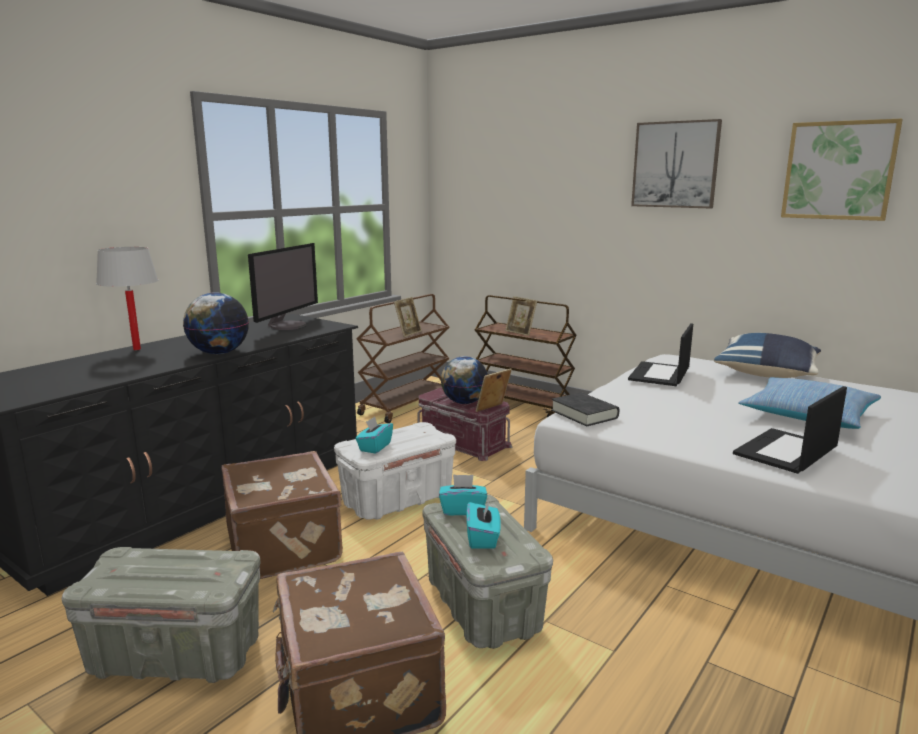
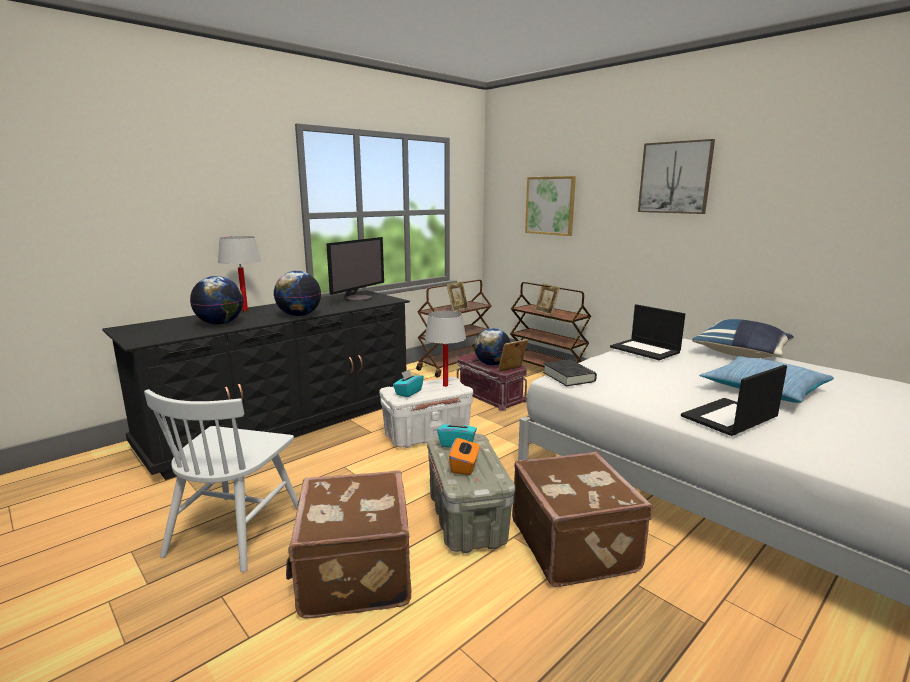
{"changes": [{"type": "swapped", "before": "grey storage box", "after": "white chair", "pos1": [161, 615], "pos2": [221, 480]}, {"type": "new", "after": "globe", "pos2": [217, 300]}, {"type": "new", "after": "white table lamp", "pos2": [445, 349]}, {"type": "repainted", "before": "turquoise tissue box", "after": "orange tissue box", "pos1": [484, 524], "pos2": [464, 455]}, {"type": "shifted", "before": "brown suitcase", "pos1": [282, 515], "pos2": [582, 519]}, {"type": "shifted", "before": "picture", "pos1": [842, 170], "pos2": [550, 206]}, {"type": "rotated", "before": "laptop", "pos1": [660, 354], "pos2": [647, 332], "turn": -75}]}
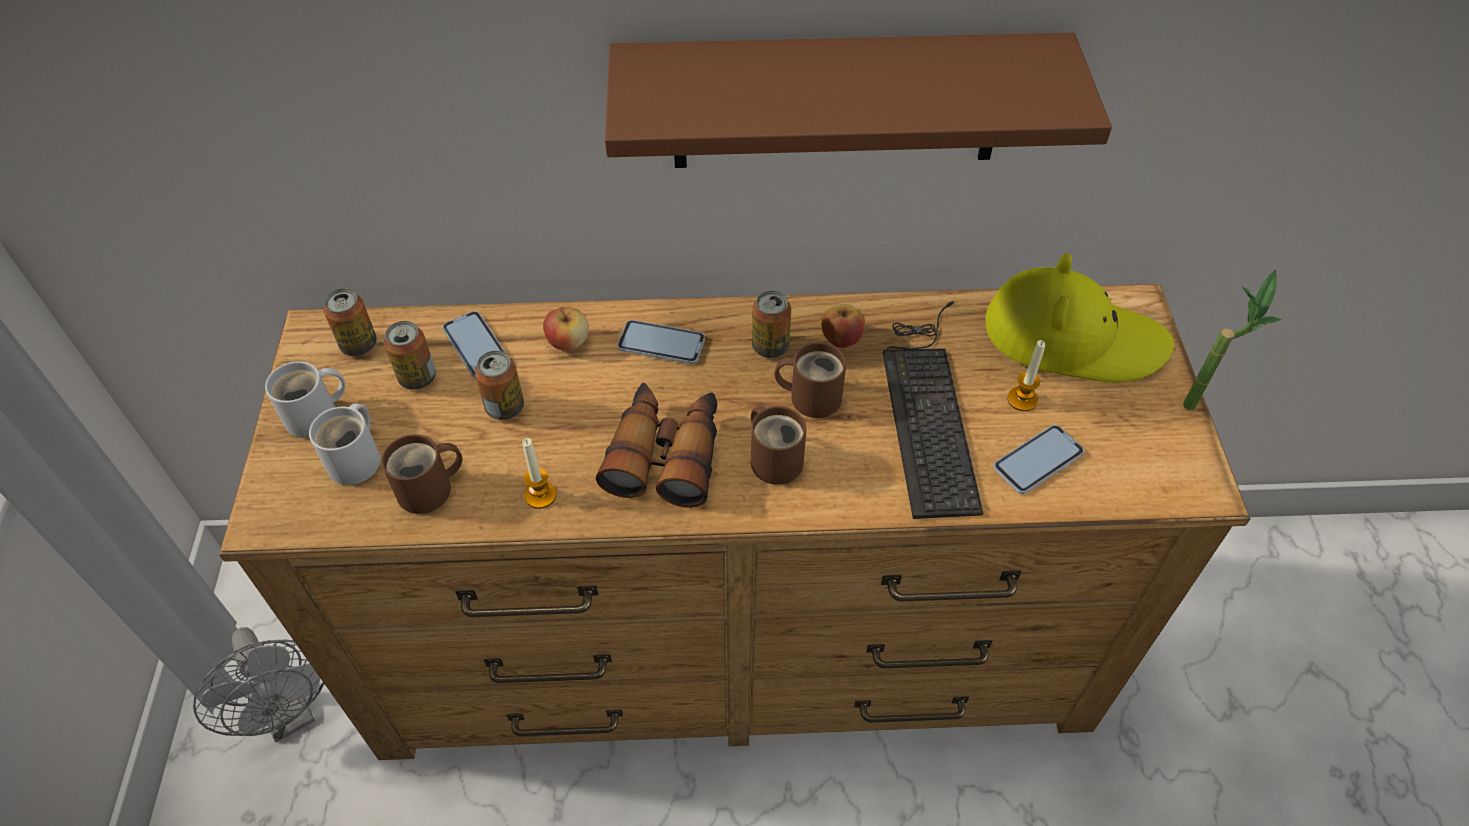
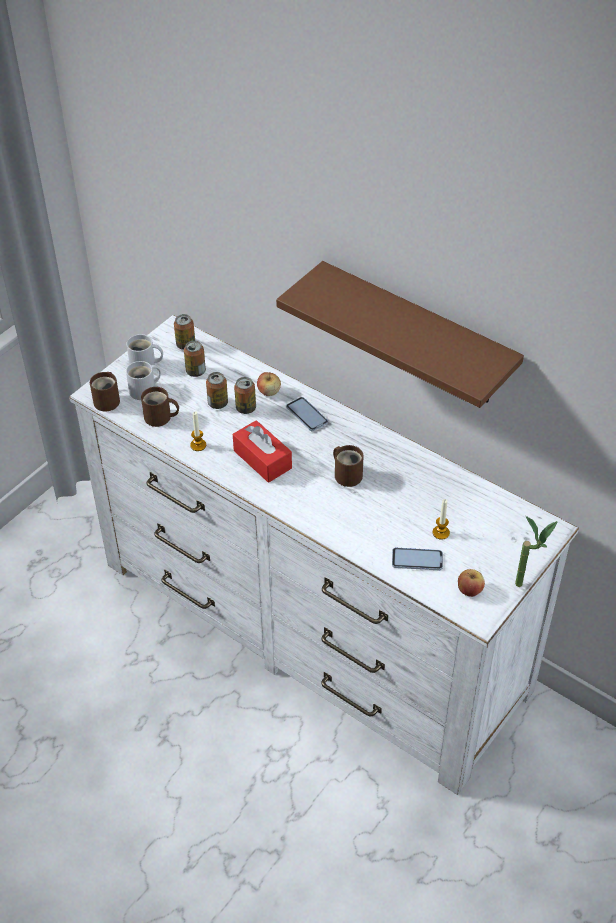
{"changes": [{"type": "repainted", "before": "brown dresser", "after": "white dresser", "pos1": [734, 522], "pos2": [324, 555]}, {"type": "shifted", "before": "brown mug", "pos1": [778, 445], "pos2": [105, 392]}, {"type": "swapped", "before": "binoculars", "after": "red tissue box", "pos1": [656, 445], "pos2": [262, 451]}, {"type": "shifted", "before": "can", "pos1": [771, 324], "pos2": [245, 395]}, {"type": "shifted", "before": "apple", "pos1": [843, 326], "pos2": [471, 583]}, {"type": "gone", "before": "grey fan", "pos1": [258, 684]}, {"type": "gone", "before": "phone", "pos1": [475, 344]}, {"type": "gone", "before": "keyboard", "pos1": [932, 410]}, {"type": "gone", "before": "yellow hat", "pos1": [1079, 318]}]}
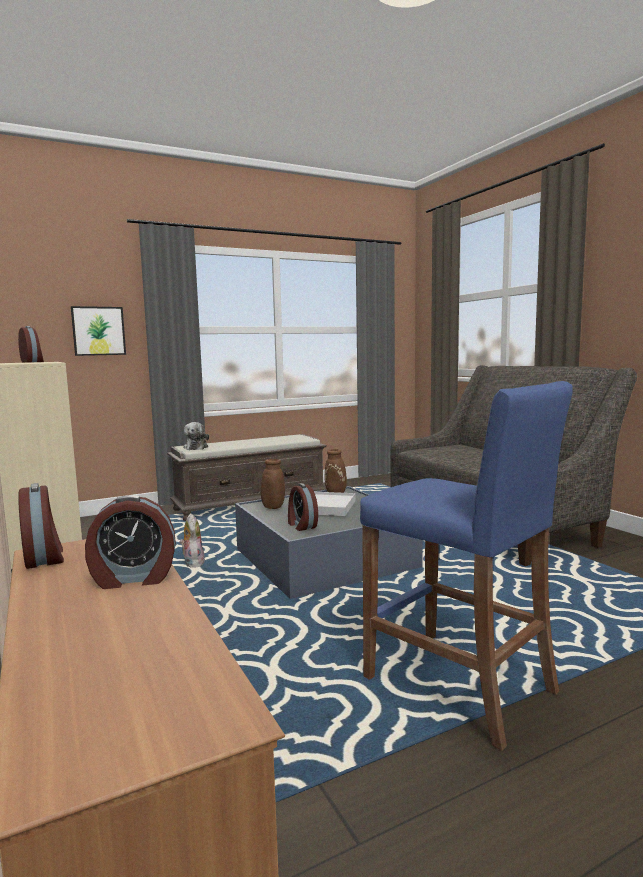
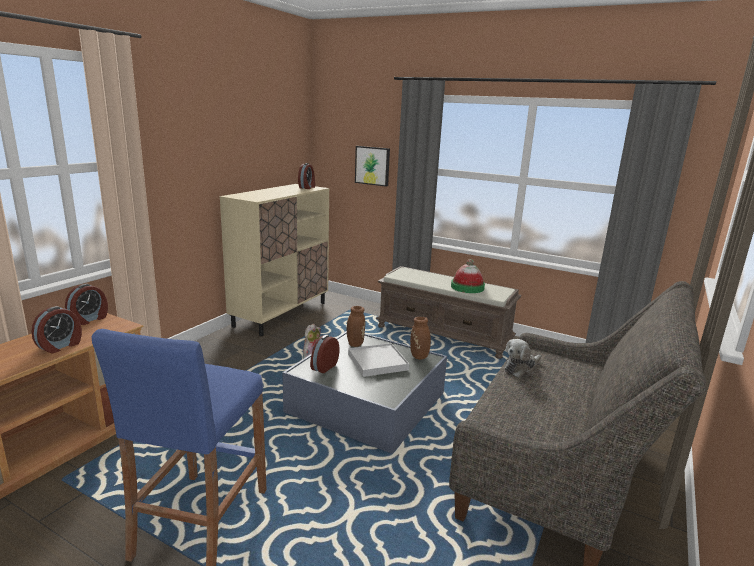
{"changes": [{"type": "rotated", "before": "alarm clock", "pos1": [130, 542], "pos2": [56, 330], "turn": -105}, {"type": "new", "after": "hat", "pos2": [468, 276]}, {"type": "shifted", "before": "plush toy", "pos1": [196, 436], "pos2": [522, 358]}]}
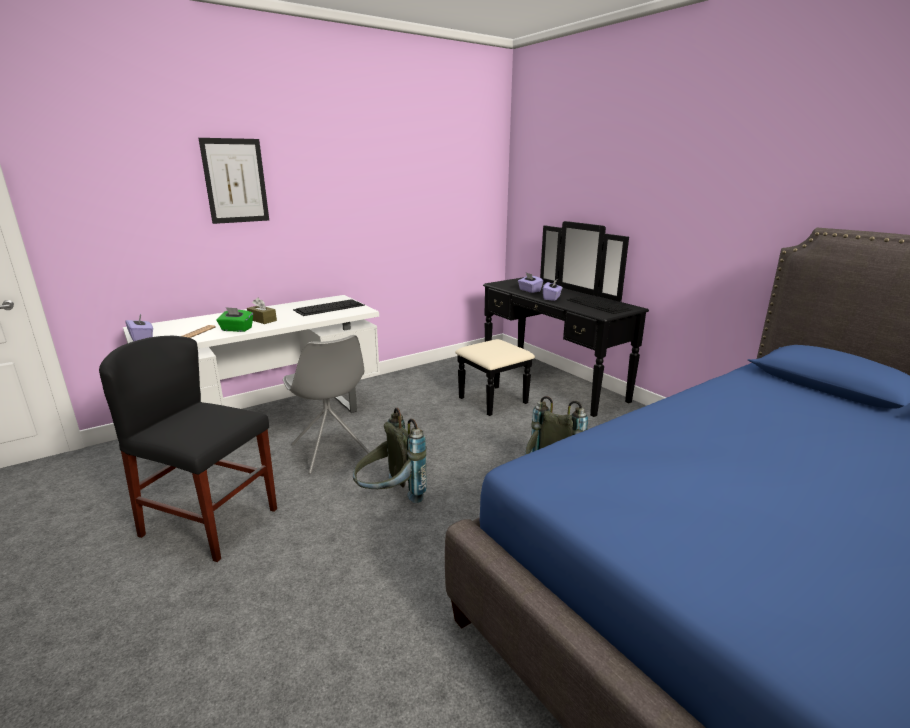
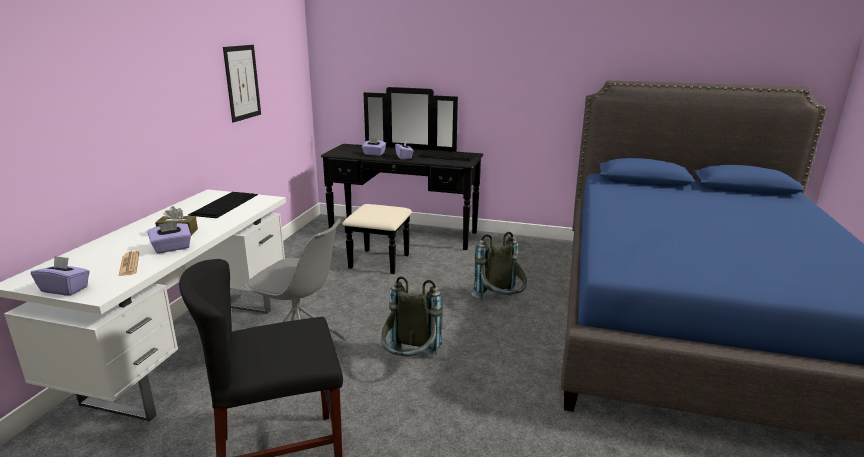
{"changes": [{"type": "repainted", "before": "green tissue box", "after": "purple tissue box", "pos1": [234, 319], "pos2": [169, 238]}, {"type": "shifted", "before": "picture", "pos1": [233, 181], "pos2": [242, 84]}]}
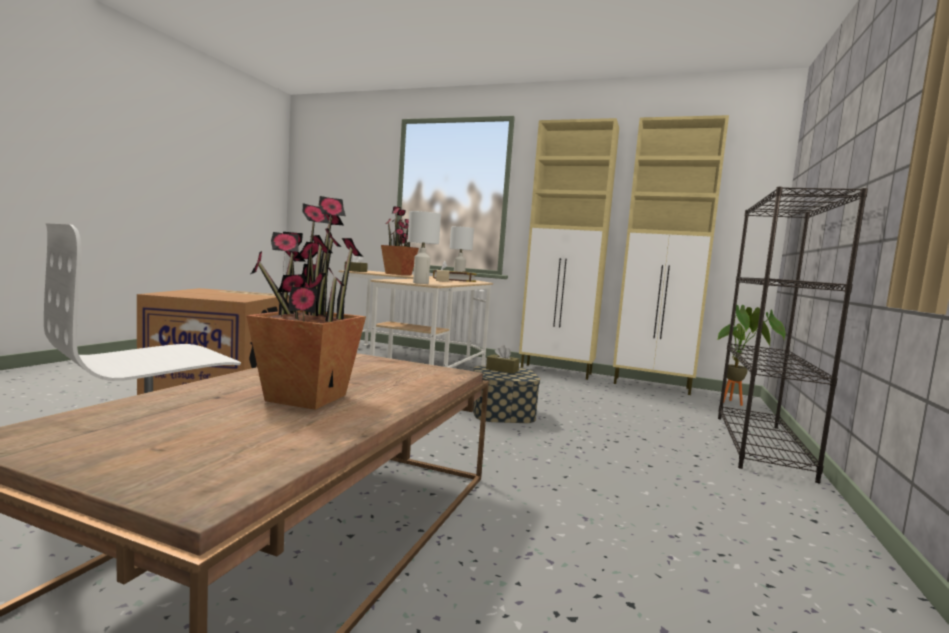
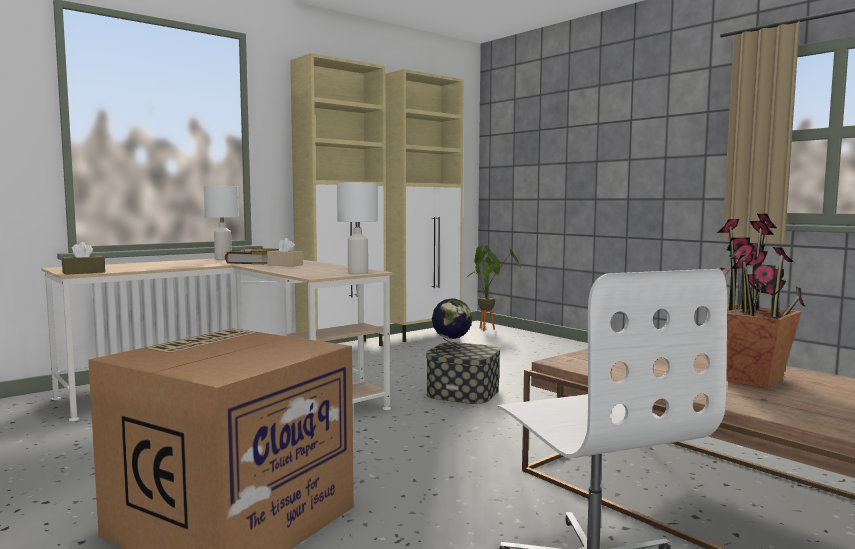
{"changes": [{"type": "swapped", "before": "brown tissue box", "after": "globe", "pos1": [503, 359], "pos2": [452, 325]}, {"type": "gone", "before": "potted plant", "pos1": [400, 240]}, {"type": "gone", "before": "black bookcase", "pos1": [793, 335]}]}
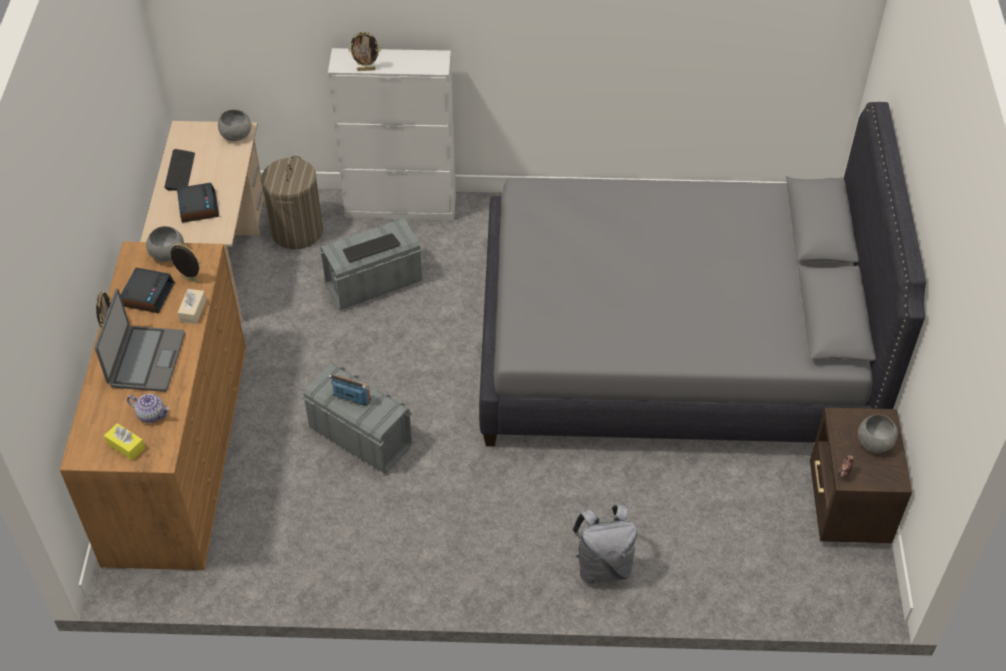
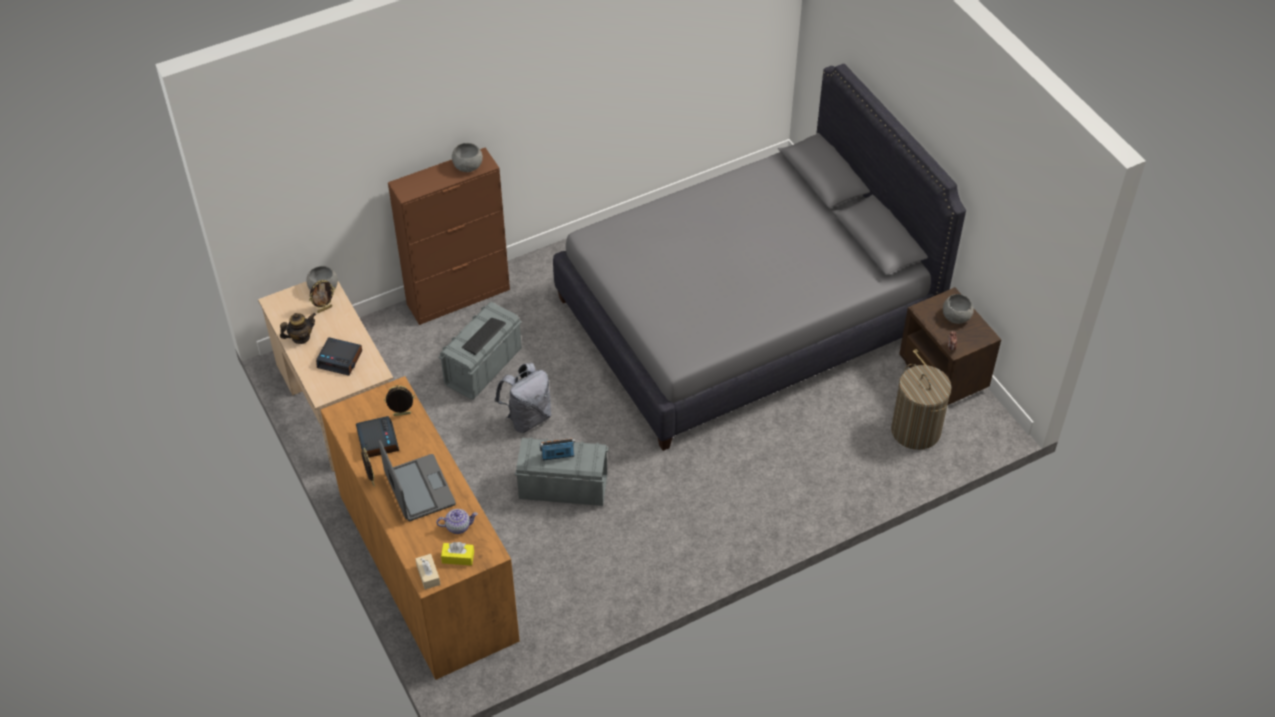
{"changes": [{"type": "swapped", "before": "keyboard", "after": "teapot", "pos1": [179, 170], "pos2": [298, 328]}, {"type": "shifted", "before": "picture frame", "pos1": [364, 51], "pos2": [322, 296]}, {"type": "rotated", "before": "alarm clock", "pos1": [198, 203], "pos2": [339, 356], "turn": 150}, {"type": "repainted", "before": "white cabinet", "after": "brown cabinet", "pos1": [392, 134], "pos2": [449, 236]}, {"type": "shifted", "before": "beige tissue box", "pos1": [192, 306], "pos2": [427, 571]}, {"type": "shifted", "before": "grey bowl", "pos1": [165, 244], "pos2": [467, 157]}, {"type": "shifted", "before": "grey backpack", "pos1": [604, 544], "pos2": [523, 398]}, {"type": "shifted", "before": "laundry basket", "pos1": [292, 202], "pos2": [921, 407]}]}
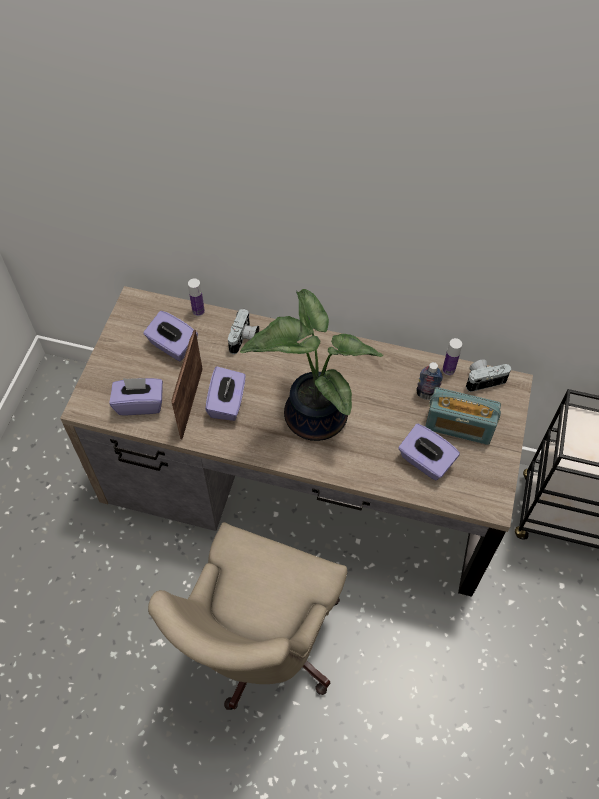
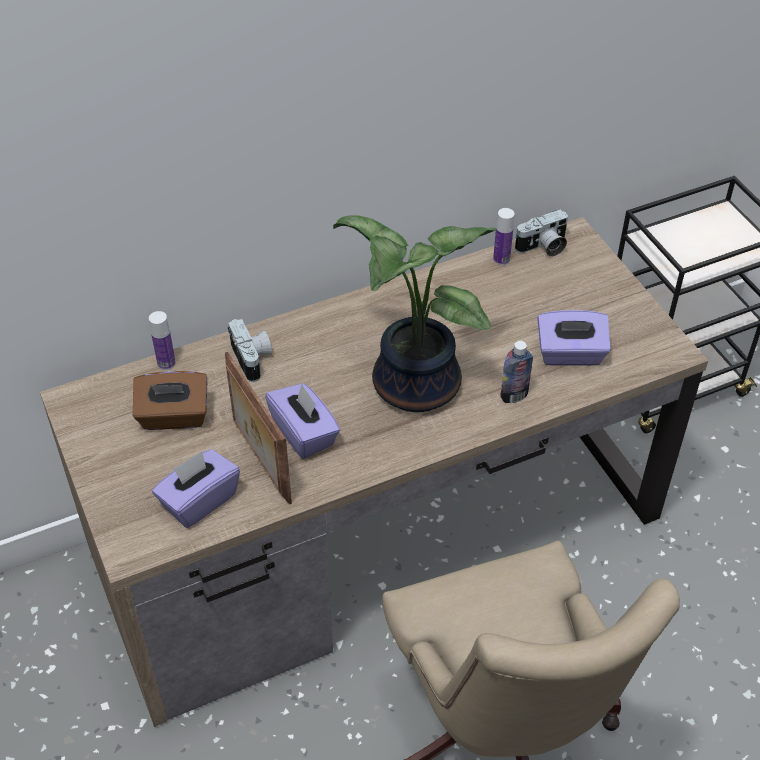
{"changes": [{"type": "repainted", "before": "purple tissue box", "after": "brown tissue box", "pos1": [171, 336], "pos2": [170, 400]}, {"type": "shifted", "before": "bottle", "pos1": [429, 381], "pos2": [516, 372]}, {"type": "rotated", "before": "photo camera", "pos1": [488, 375], "pos2": [541, 233], "turn": -150}, {"type": "gone", "before": "radio", "pos1": [463, 416]}]}
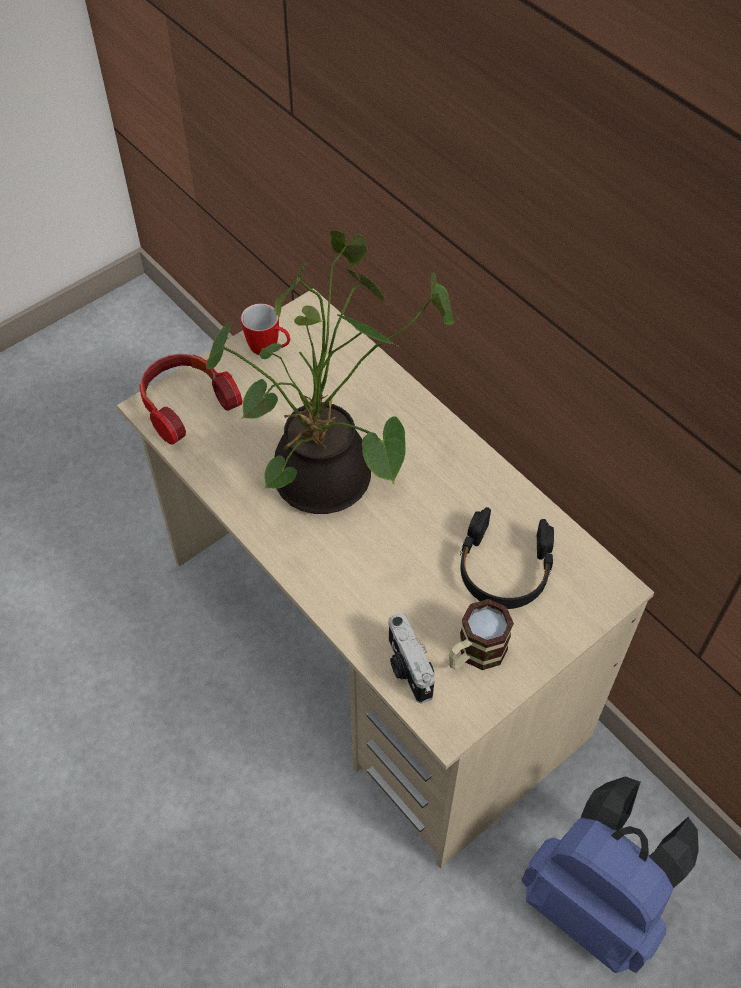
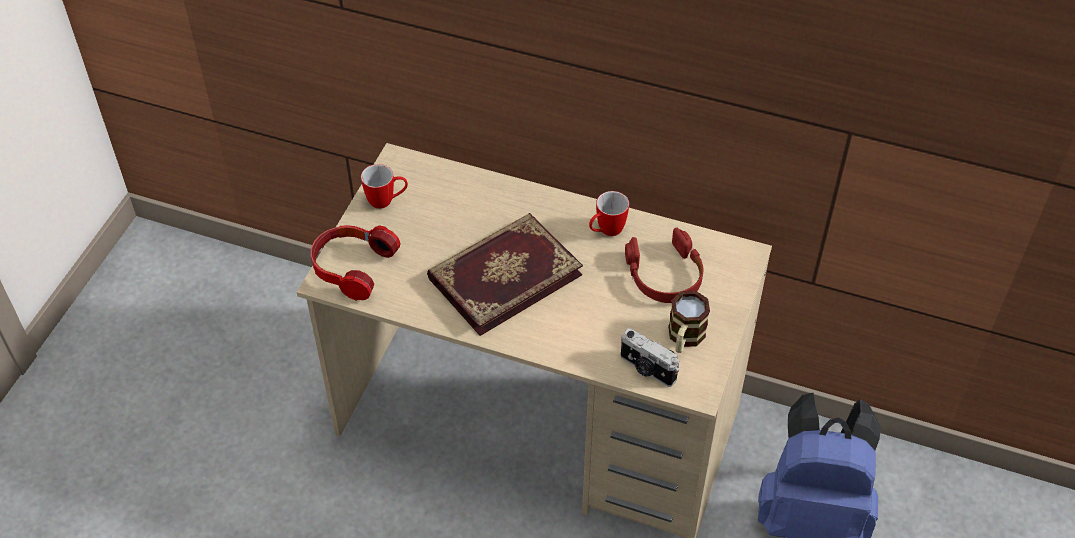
{"changes": [{"type": "swapped", "before": "potted plant", "after": "book", "pos1": [330, 372], "pos2": [505, 274]}, {"type": "new", "after": "mug", "pos2": [609, 213]}, {"type": "repainted", "before": "black headphones", "after": "red headphones", "pos1": [507, 558], "pos2": [664, 265]}]}
